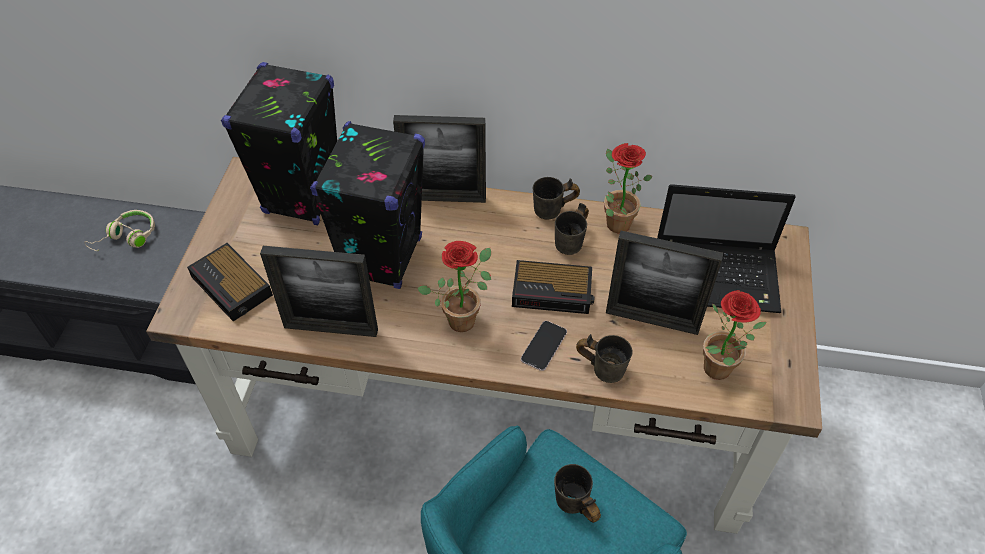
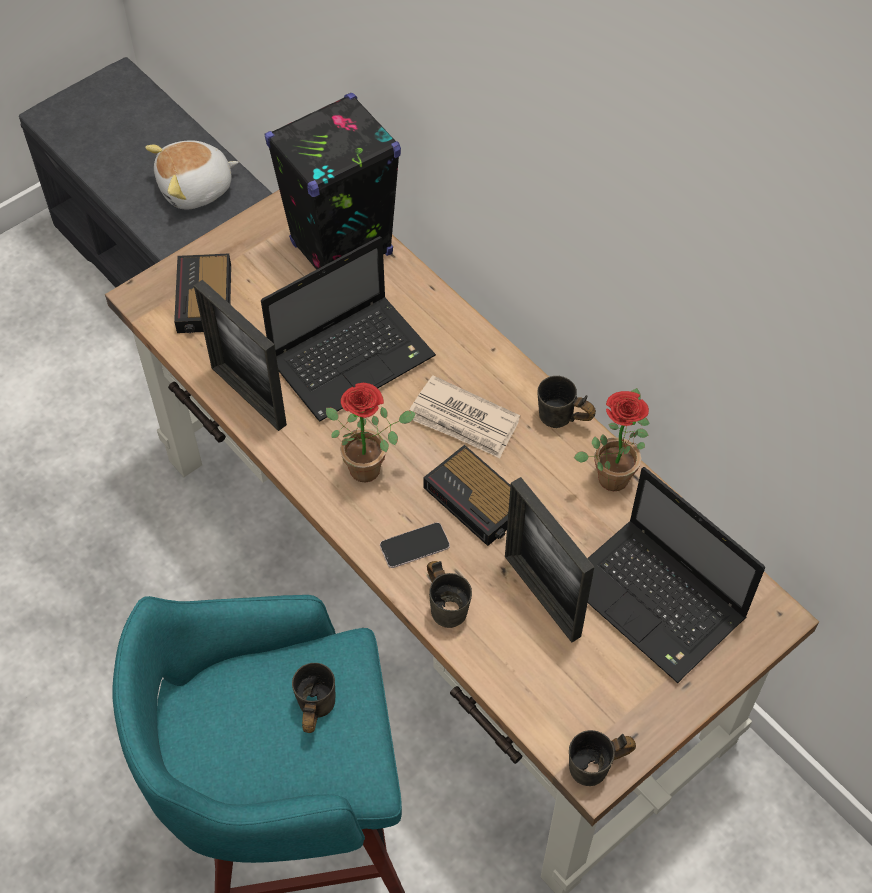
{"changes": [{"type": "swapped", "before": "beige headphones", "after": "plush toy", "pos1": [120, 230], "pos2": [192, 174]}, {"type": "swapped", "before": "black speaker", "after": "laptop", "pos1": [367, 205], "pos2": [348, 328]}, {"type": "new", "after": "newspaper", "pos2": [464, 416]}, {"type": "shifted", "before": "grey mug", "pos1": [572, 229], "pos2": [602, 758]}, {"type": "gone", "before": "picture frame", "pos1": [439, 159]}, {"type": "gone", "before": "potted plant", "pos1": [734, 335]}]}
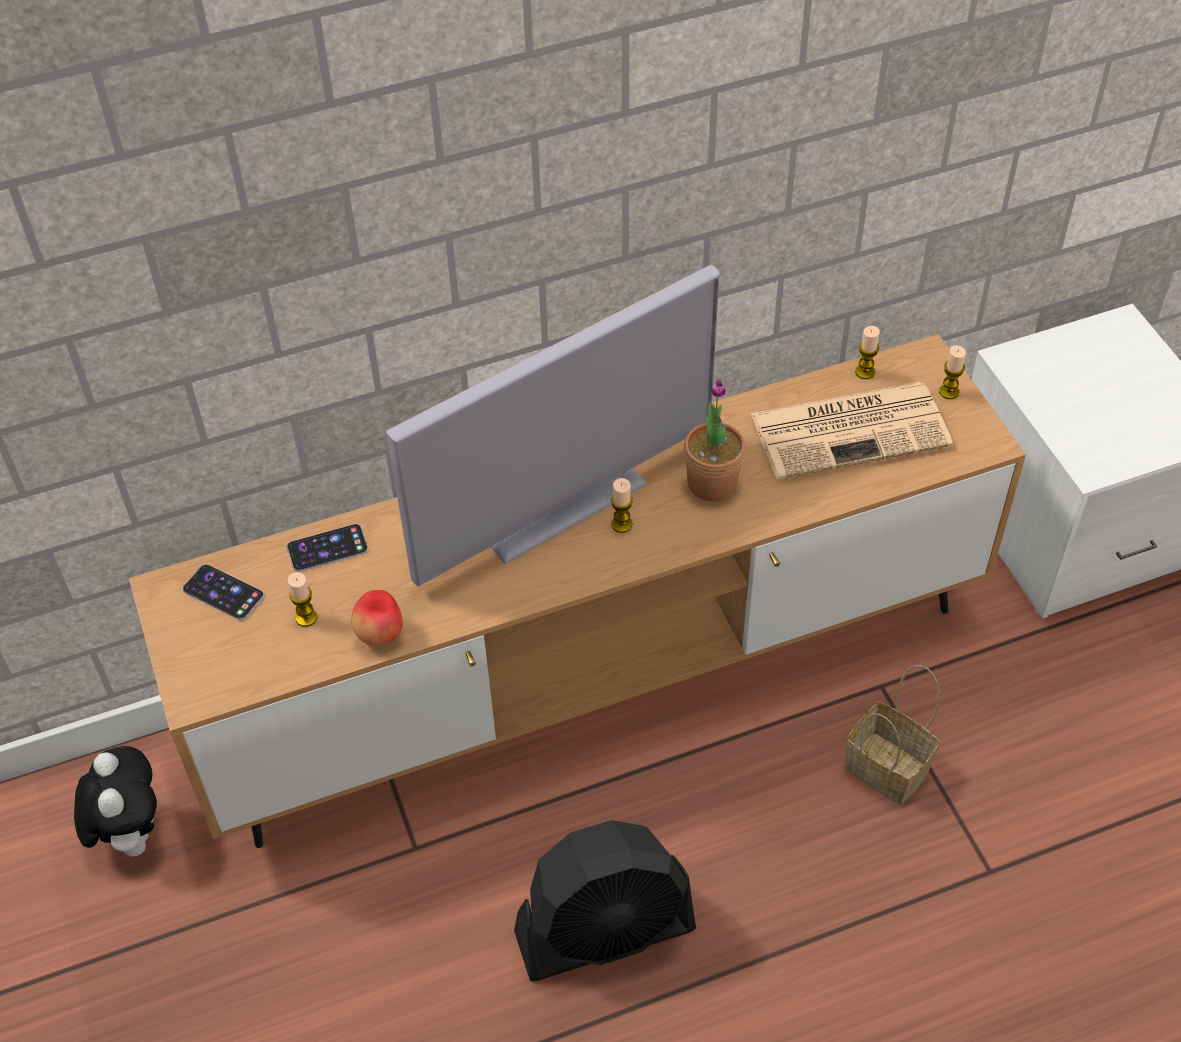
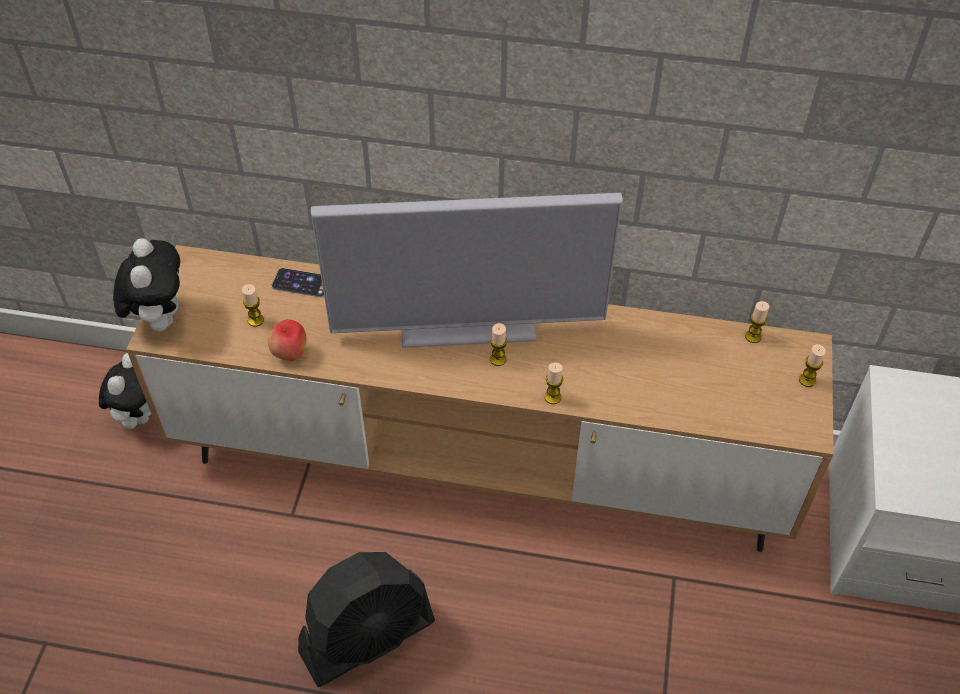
{"changes": [{"type": "new", "after": "plush toy", "pos2": [146, 285]}, {"type": "rotated", "before": "black fan", "pos1": [605, 900], "pos2": [366, 619], "turn": -45}, {"type": "new", "after": "candle", "pos2": [554, 383]}, {"type": "gone", "before": "phone", "pos1": [223, 592]}, {"type": "gone", "before": "potted plant", "pos1": [714, 440]}, {"type": "gone", "before": "newspaper", "pos1": [851, 431]}, {"type": "gone", "before": "basket", "pos1": [892, 735]}]}
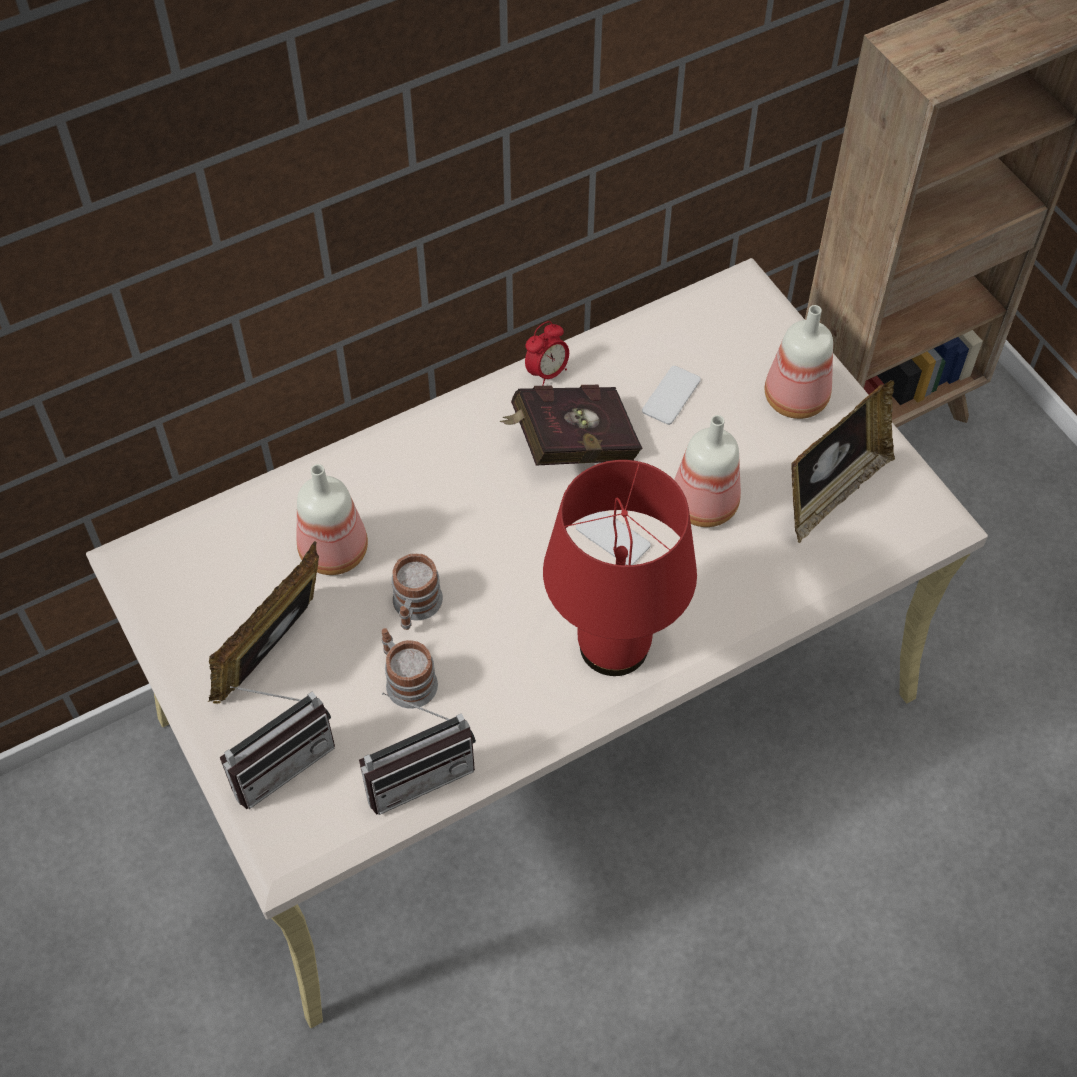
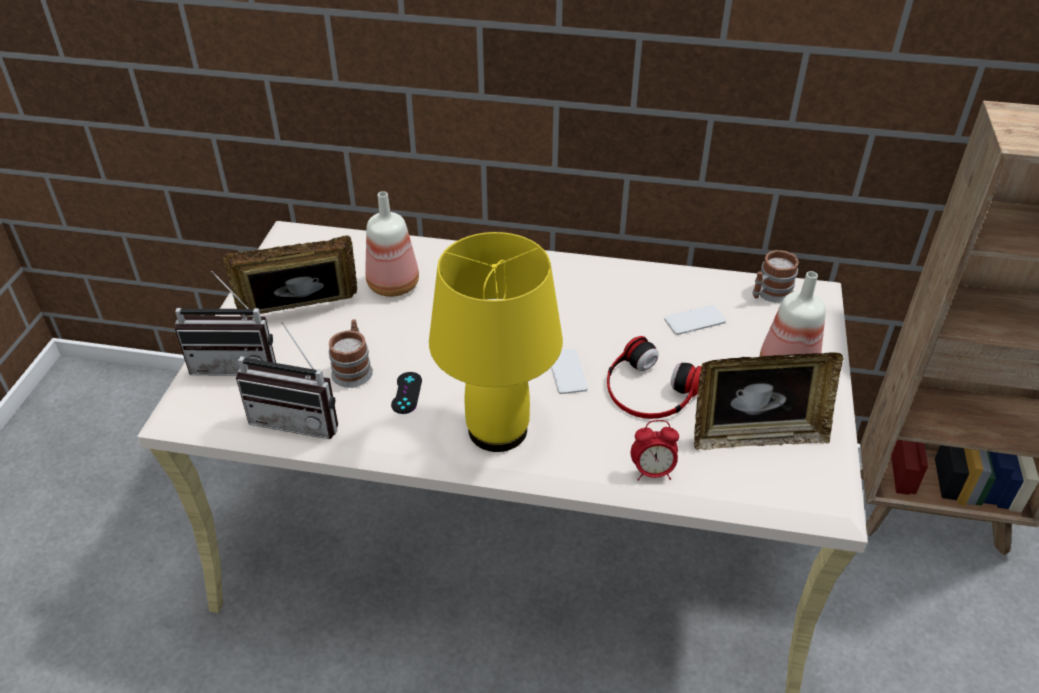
{"changes": [{"type": "new", "after": "black game controller", "pos2": [406, 393]}, {"type": "repainted", "before": "red table lamp", "after": "yellow table lamp", "pos1": [620, 568], "pos2": [496, 342]}, {"type": "swapped", "before": "bottle", "after": "headphones", "pos1": [707, 471], "pos2": [654, 377]}, {"type": "shifted", "before": "alarm clock", "pos1": [547, 353], "pos2": [655, 450]}, {"type": "shifted", "before": "mug", "pos1": [417, 592], "pos2": [776, 276]}, {"type": "gone", "before": "red book", "pos1": [571, 425]}]}
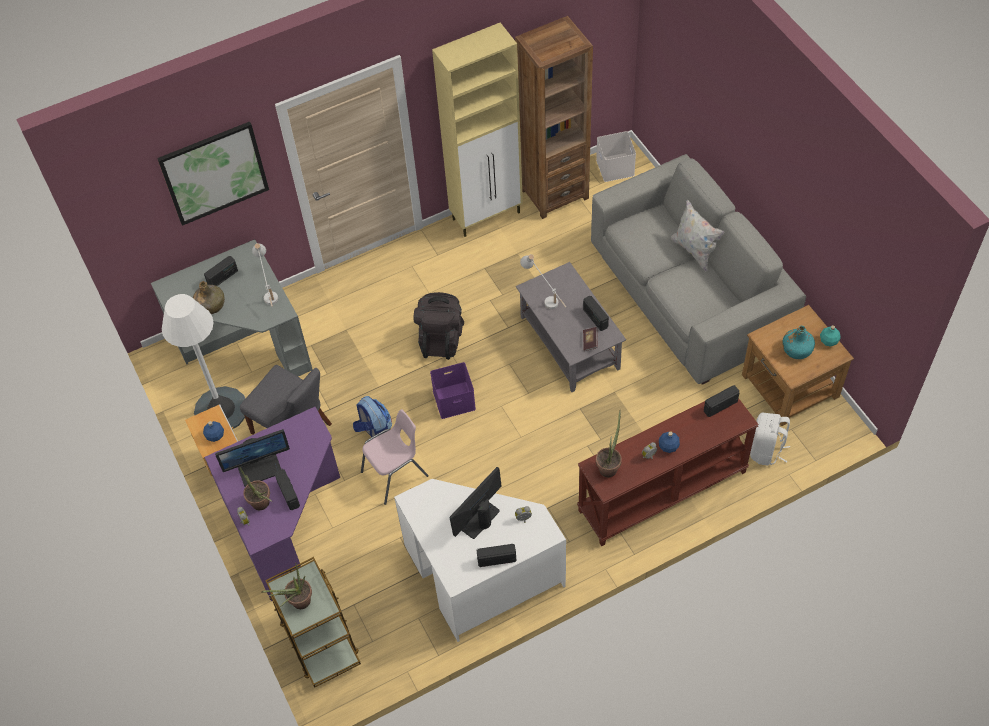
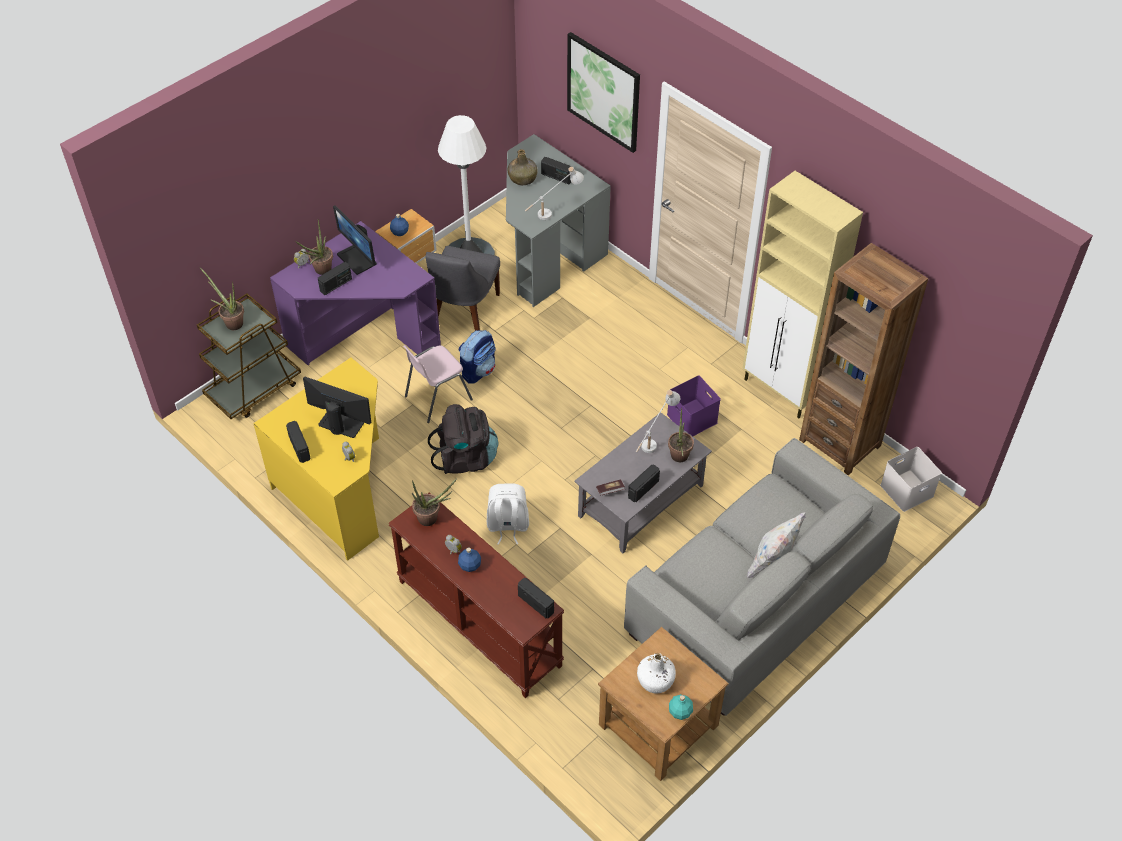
{"changes": [{"type": "repainted", "before": "white desk", "after": "yellow desk", "pos1": [480, 560], "pos2": [316, 459]}, {"type": "rotated", "before": "pink chair", "pos1": [395, 457], "pos2": [438, 384], "turn": 105}, {"type": "shifted", "before": "black backpack", "pos1": [438, 326], "pos2": [463, 439]}, {"type": "shifted", "before": "white backpack", "pos1": [770, 439], "pos2": [508, 514]}, {"type": "repainted", "before": "turquoise bottle", "after": "white bottle", "pos1": [798, 342], "pos2": [656, 673]}, {"type": "shifted", "before": "purple storage box", "pos1": [453, 390], "pos2": [694, 405]}, {"type": "new", "after": "potted plant", "pos2": [681, 434]}]}
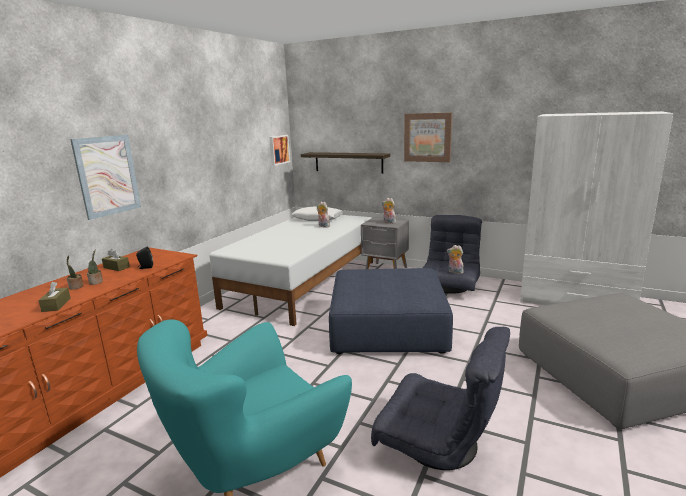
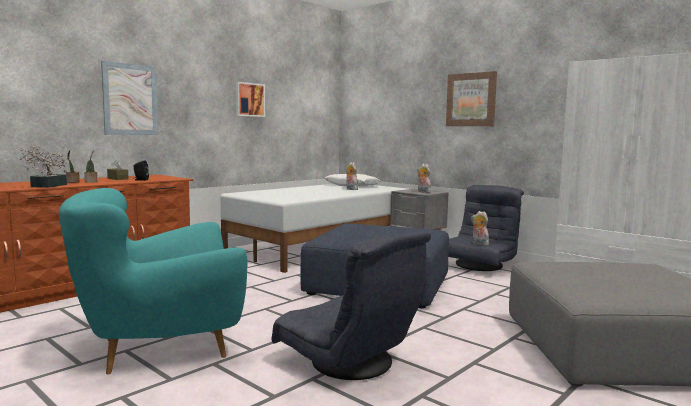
{"changes": [{"type": "swapped", "before": "brown tissue box", "after": "potted plant", "pos1": [54, 297], "pos2": [43, 167]}, {"type": "shifted", "before": "picture", "pos1": [279, 150], "pos2": [250, 99]}, {"type": "gone", "before": "shelf", "pos1": [345, 163]}]}
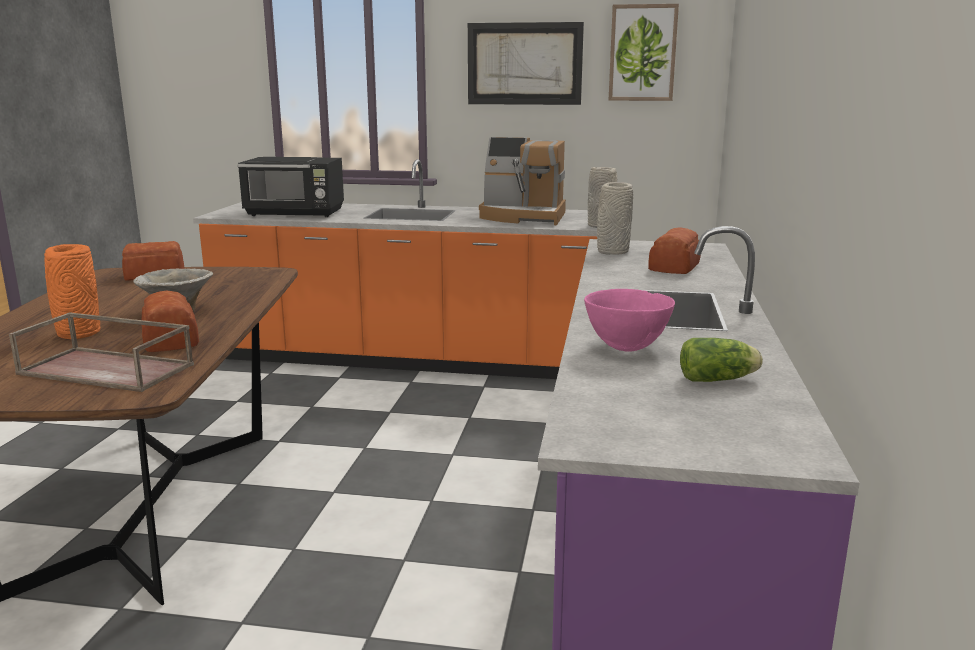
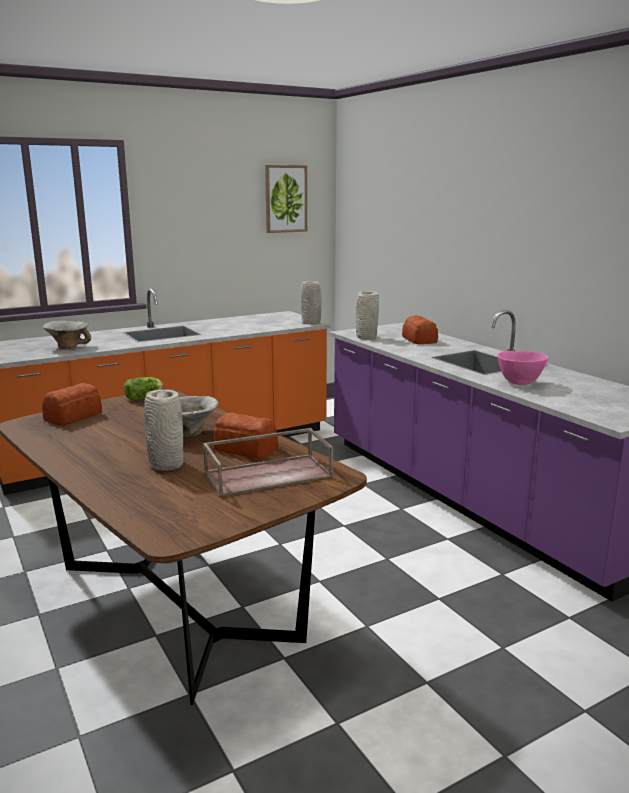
{"changes": [{"type": "swapped", "before": "black microwave", "after": "bowl", "pos1": [290, 187], "pos2": [66, 335]}, {"type": "shifted", "before": "lettuce", "pos1": [721, 360], "pos2": [143, 389]}, {"type": "repainted", "before": "orange vase", "after": "grey vase", "pos1": [72, 291], "pos2": [164, 430]}, {"type": "gone", "before": "picture", "pos1": [526, 63]}, {"type": "gone", "before": "coffee machine", "pos1": [522, 181]}]}
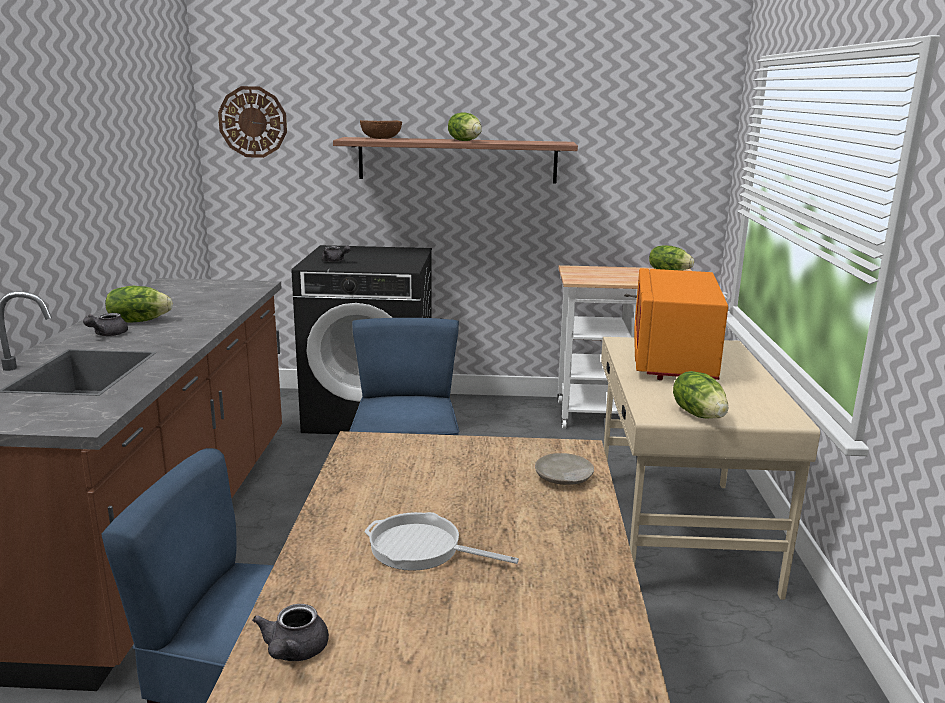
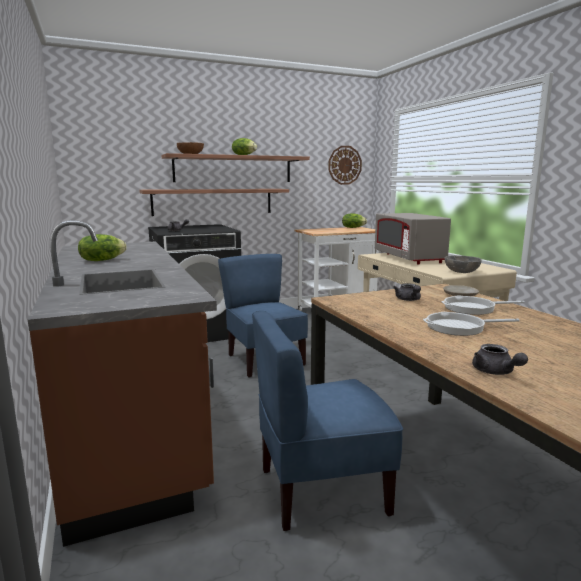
{"changes": [{"type": "new", "after": "shelf", "pos2": [214, 202]}, {"type": "shifted", "before": "wall clock", "pos1": [252, 122], "pos2": [345, 165]}, {"type": "repainted", "before": "orange microwave", "after": "grey microwave", "pos1": [681, 324], "pos2": [413, 238]}, {"type": "shifted", "before": "grey teapot", "pos1": [105, 324], "pos2": [407, 292]}, {"type": "new", "after": "frying pan", "pos2": [483, 305]}, {"type": "swapped", "before": "lettuce", "after": "grey bowl", "pos1": [700, 394], "pos2": [463, 264]}]}
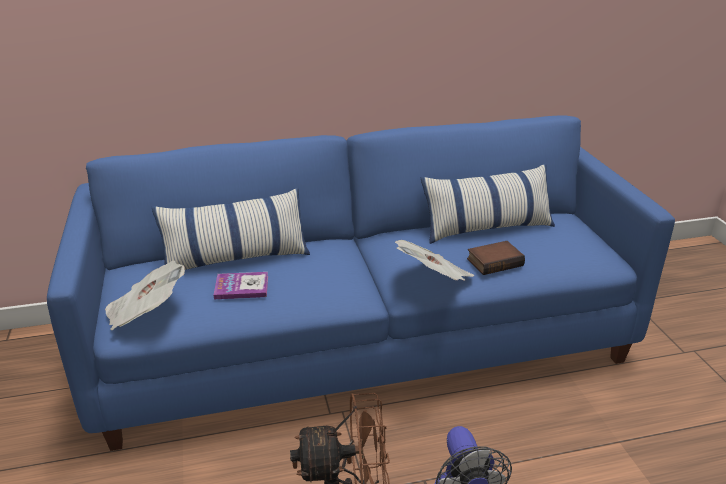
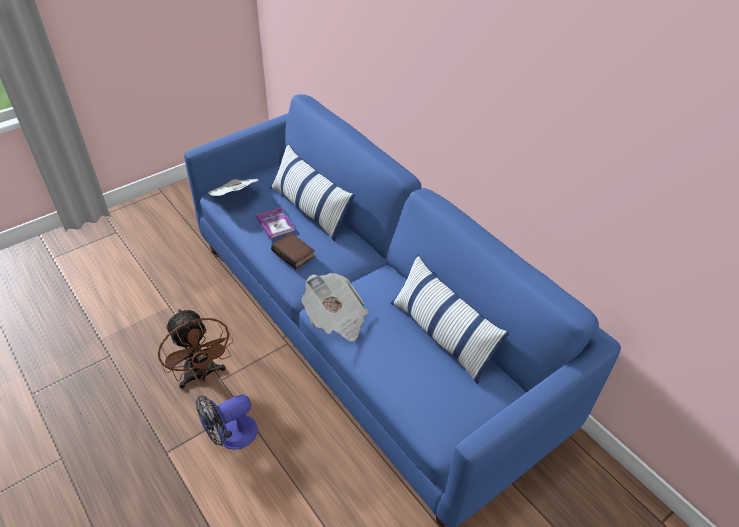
{"changes": [{"type": "shifted", "before": "book", "pos1": [496, 258], "pos2": [293, 251]}]}
